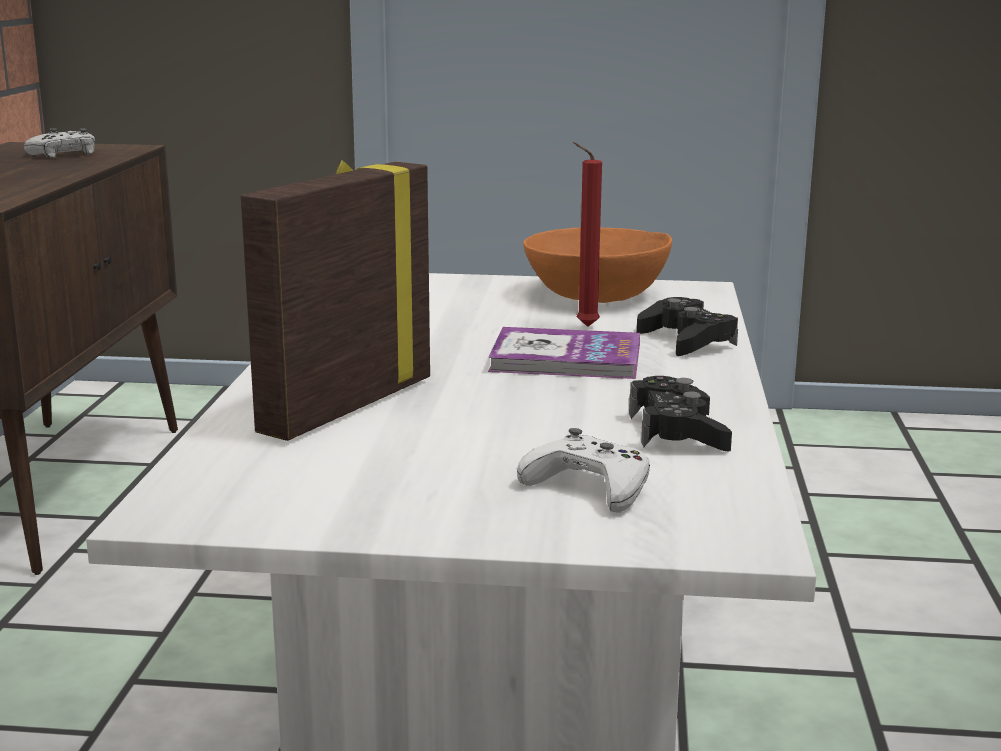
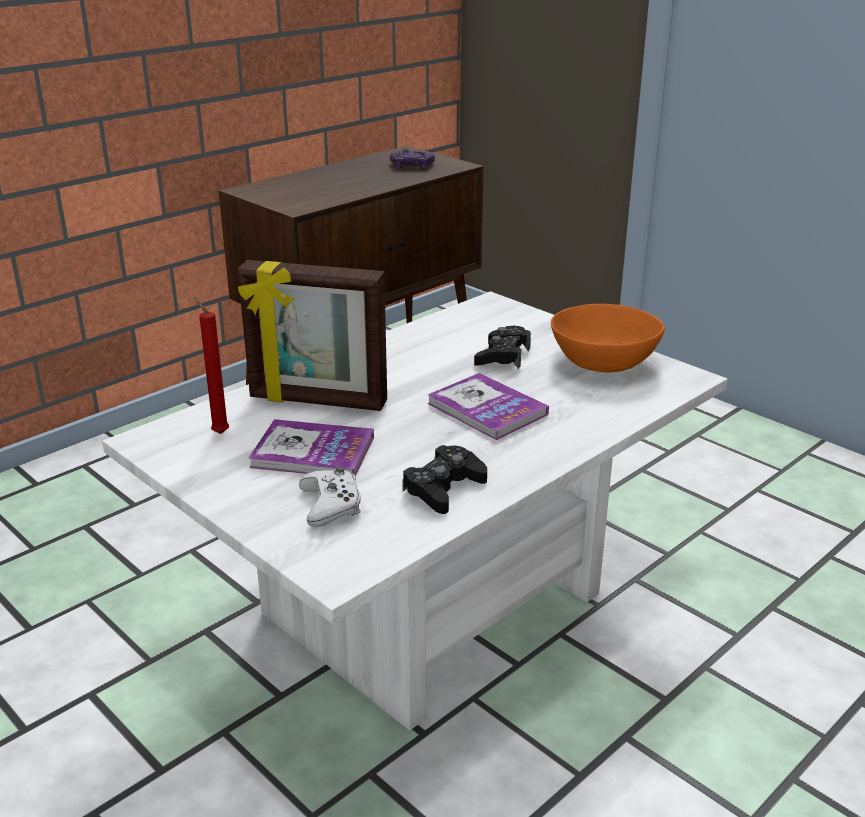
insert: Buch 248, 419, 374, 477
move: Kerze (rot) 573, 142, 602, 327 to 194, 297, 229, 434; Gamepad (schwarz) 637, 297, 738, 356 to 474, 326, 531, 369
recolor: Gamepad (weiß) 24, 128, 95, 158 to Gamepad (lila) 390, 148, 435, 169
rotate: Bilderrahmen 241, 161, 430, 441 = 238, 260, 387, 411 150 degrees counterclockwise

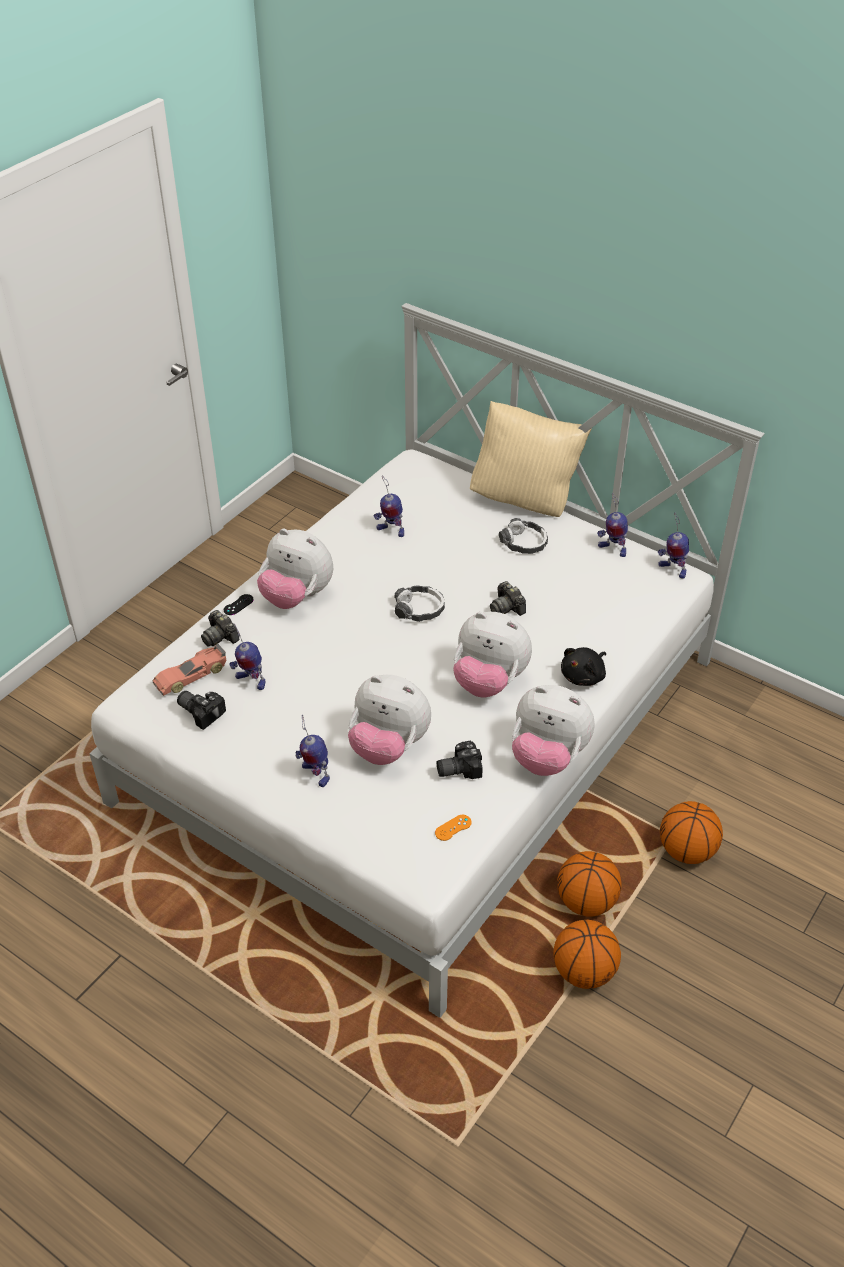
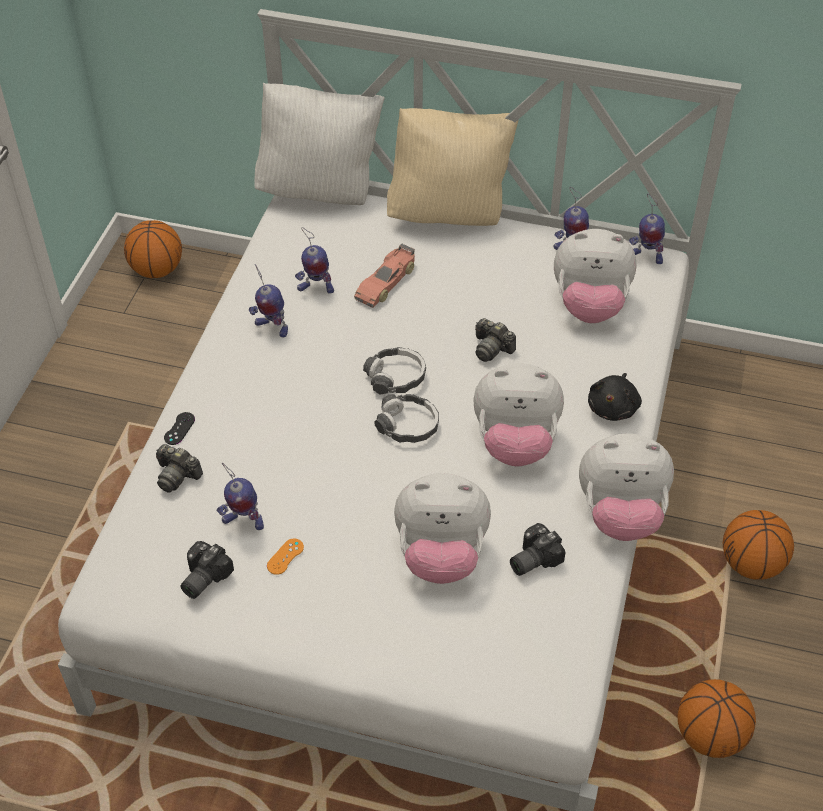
insert: Kissen (weiß) 254, 83, 385, 205
move: Spielzeugauto 153, 644, 226, 696 to 354, 243, 415, 308; Plüschtier 257, 529, 333, 609 to 554, 229, 637, 323; Spielzeugroboter 296, 715, 330, 787 to 249, 264, 288, 337; Gamepad (orange) 435, 815, 472, 841 to 267, 539, 304, 575; Kopfhörer 499, 518, 548, 554 to 374, 394, 439, 443; Basketball 557, 851, 622, 917 to 124, 220, 182, 278
rotate: Kamera 177, 691, 226, 730 = 180, 541, 234, 599 75 degrees counterclockwise

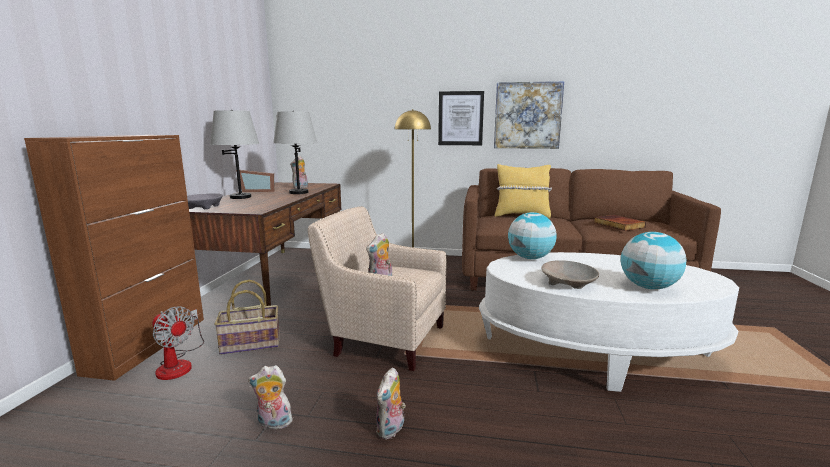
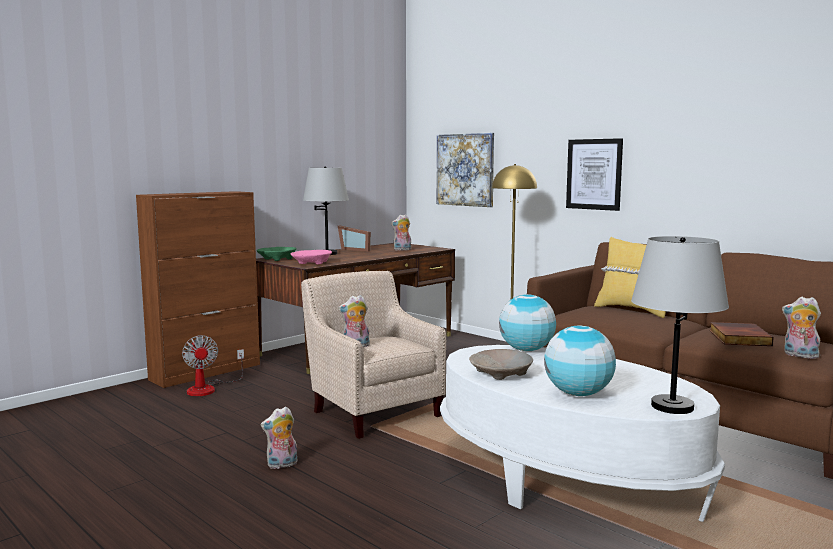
delete: Korb 214, 280, 280, 355
insert: Schüssel (rosa) 291, 250, 332, 265
move: Plüschtier 248, 365, 294, 429 to 782, 297, 821, 359; Tischlampe (grau) 273, 111, 317, 194 to 631, 236, 729, 414; Bild 494, 81, 564, 149 to 437, 133, 494, 207
recolor: Schüssel (grau) 187, 193, 223, 209 to Schüssel (grün) 257, 247, 296, 261

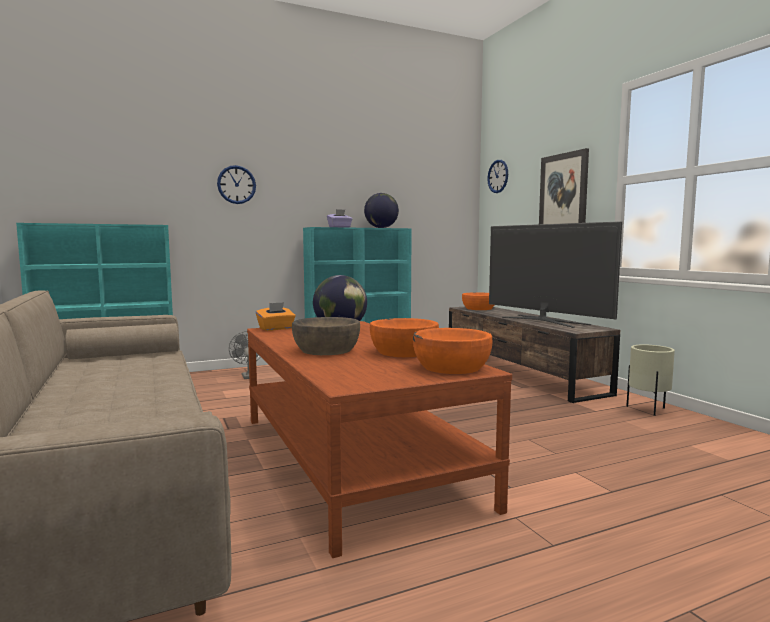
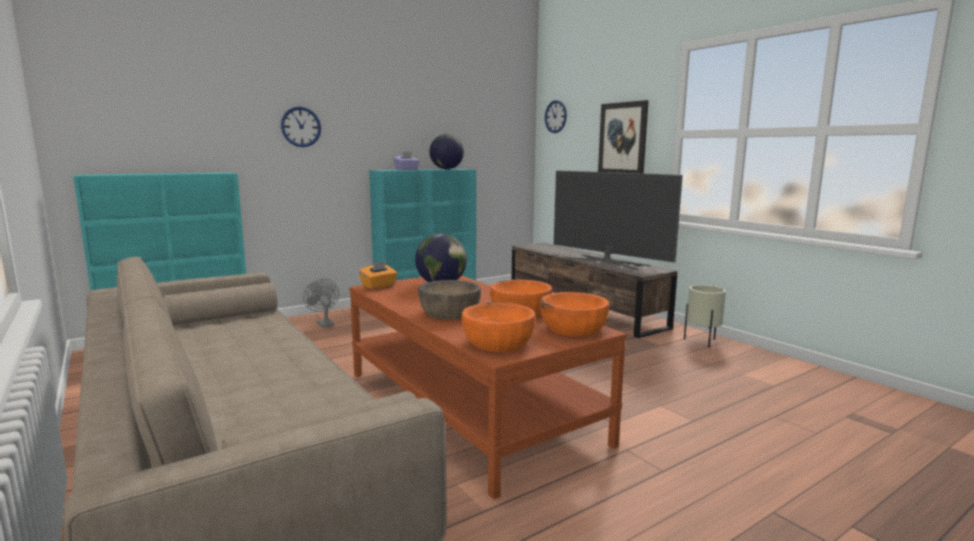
move: Schüssel (orange) 462, 292, 494, 310 to 461, 303, 536, 352

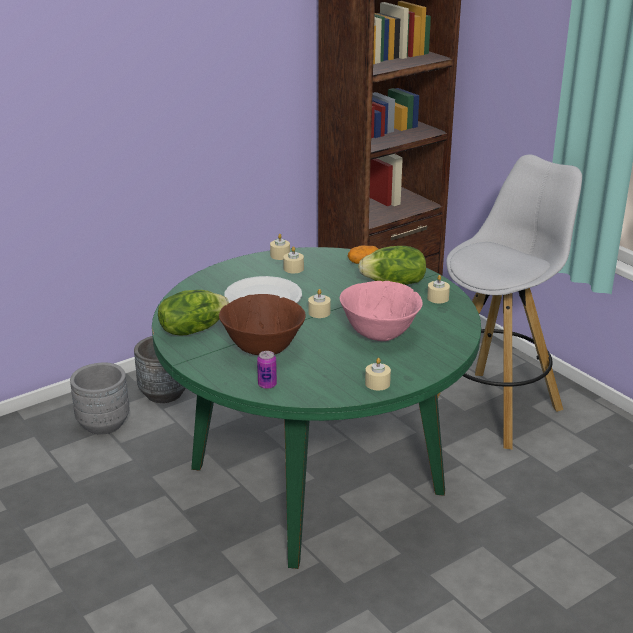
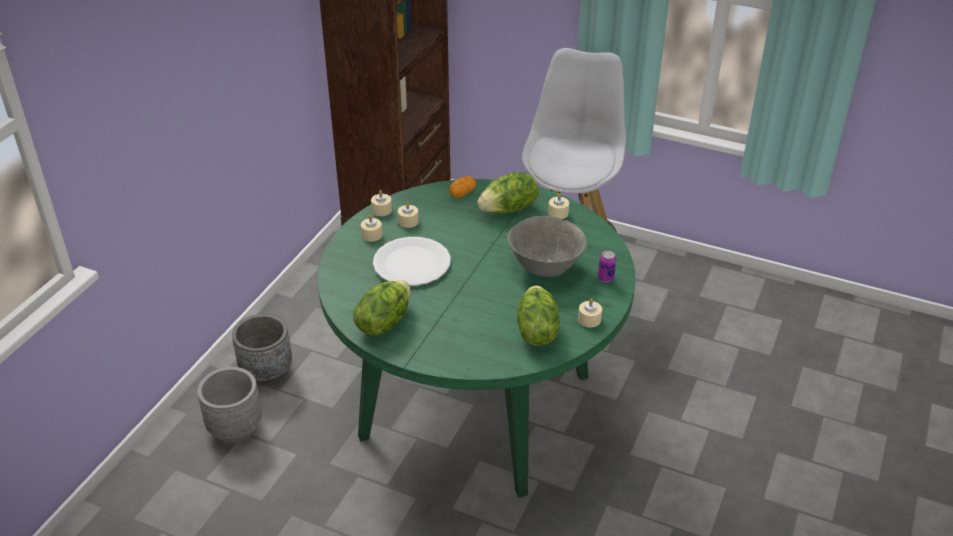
delete: Schüssel (braun) 219, 294, 306, 355
insert: Salatkopf 517, 285, 560, 346
move: Dose 257, 351, 277, 389 to 598, 250, 616, 283; Kerze (beige) 308, 289, 331, 318 to 361, 215, 382, 242
recolor: Schüssel (rosa) 339, 281, 423, 341 to Schüssel (grau) 508, 216, 587, 277

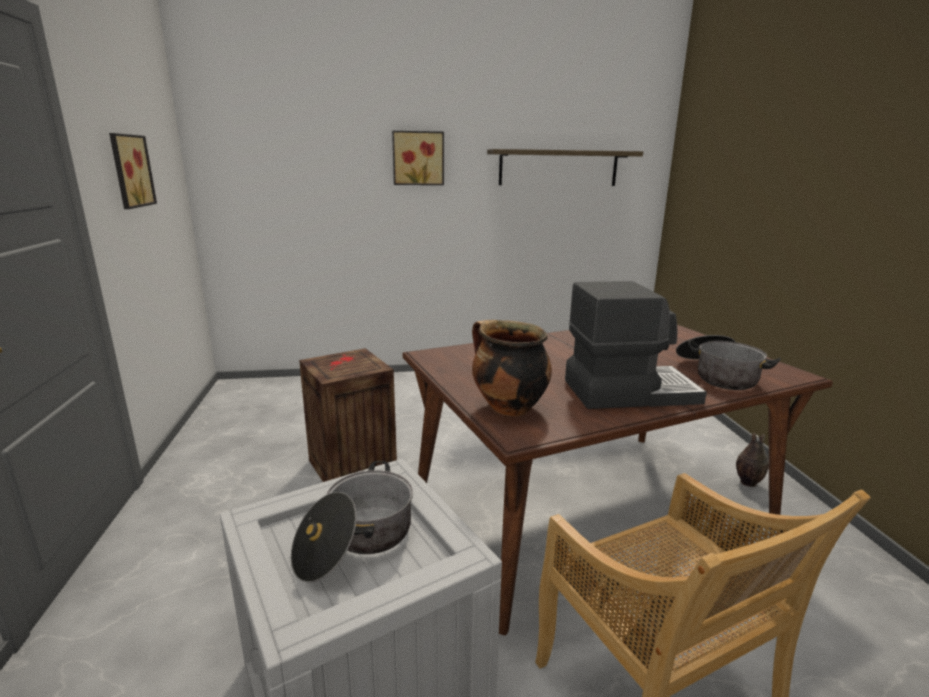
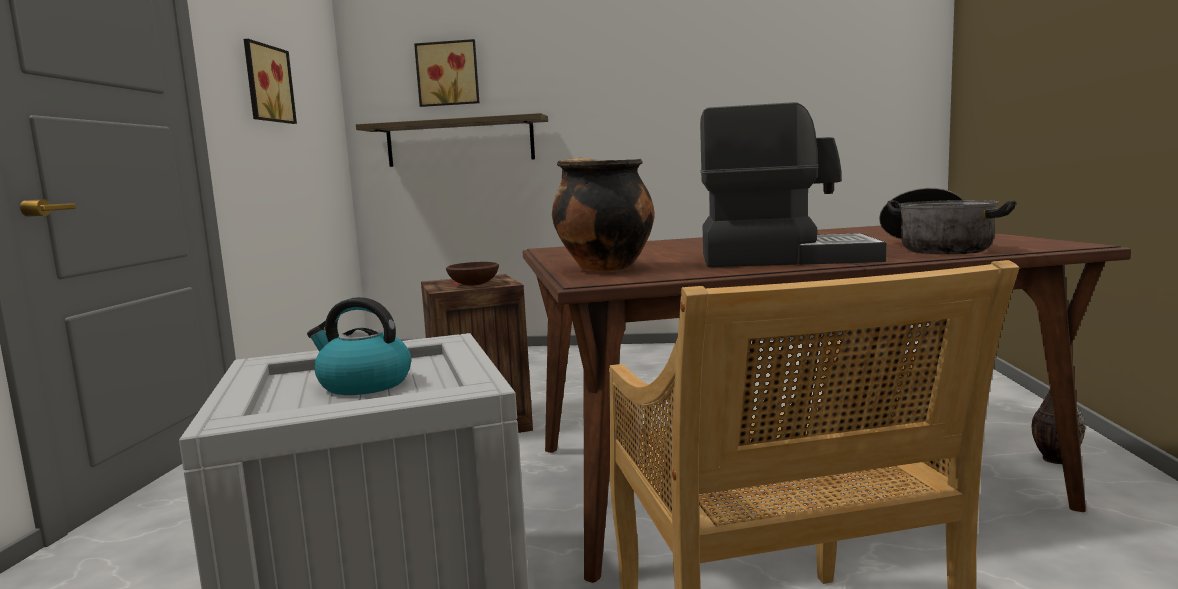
insert: Schüssel (braun) 446, 262, 499, 286
move: Bild 392, 131, 444, 185 to 414, 39, 480, 107; Wandregal 487, 149, 643, 186 to 356, 113, 548, 167
replace: Kochtopf 291, 461, 413, 583 to Wasserkessel 307, 297, 411, 395

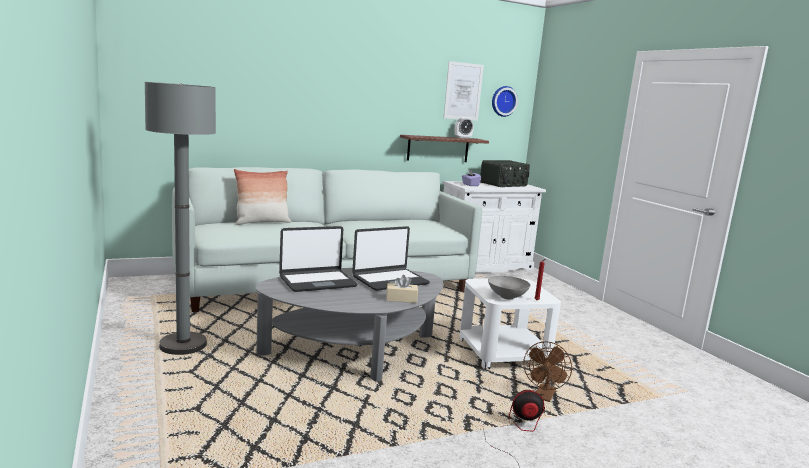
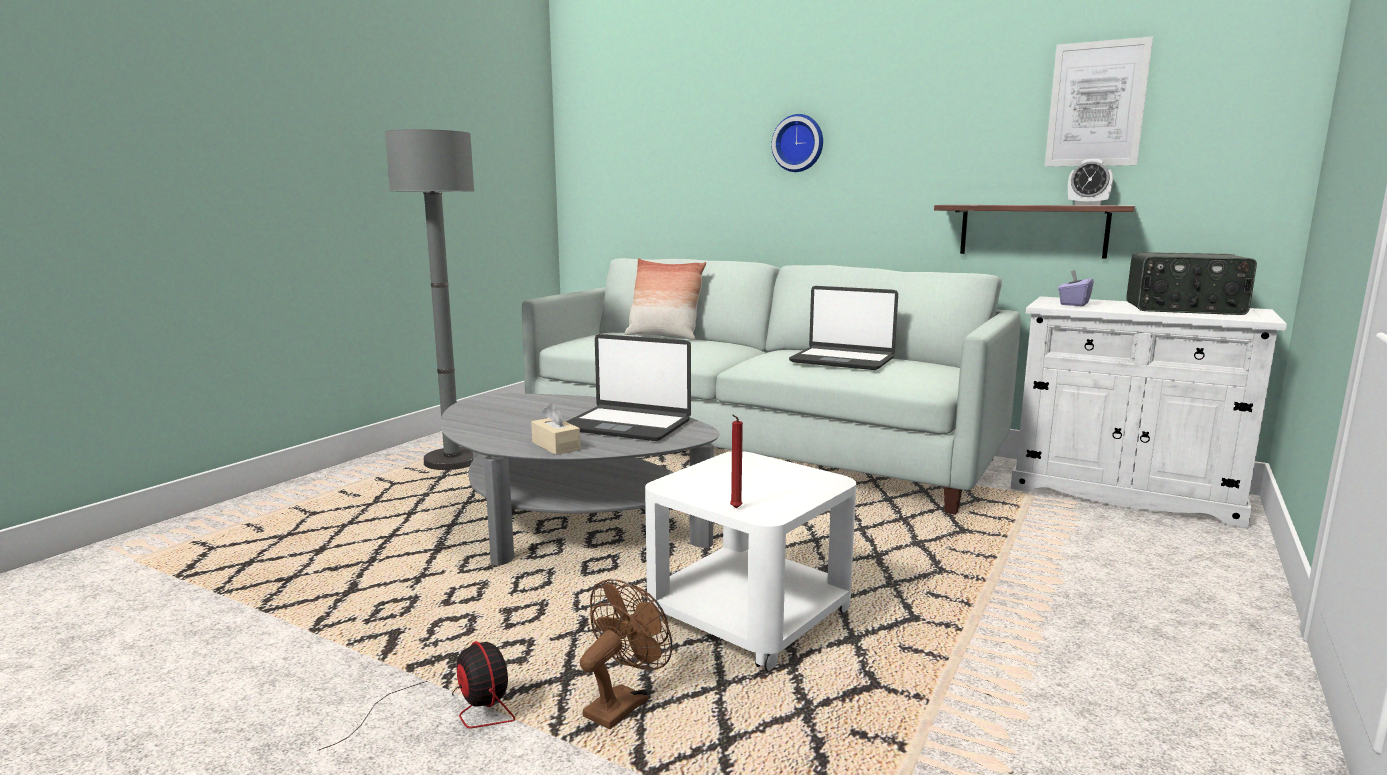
delete: Schüssel (grau) 488, 276, 530, 299
move: Laptop 279, 226, 357, 292 to 789, 286, 898, 370; Wanduhr 492, 86, 518, 117 to 771, 114, 823, 172
rotate: Ventilator (braun) 523, 341, 572, 402 = 580, 579, 673, 729 135 degrees clockwise

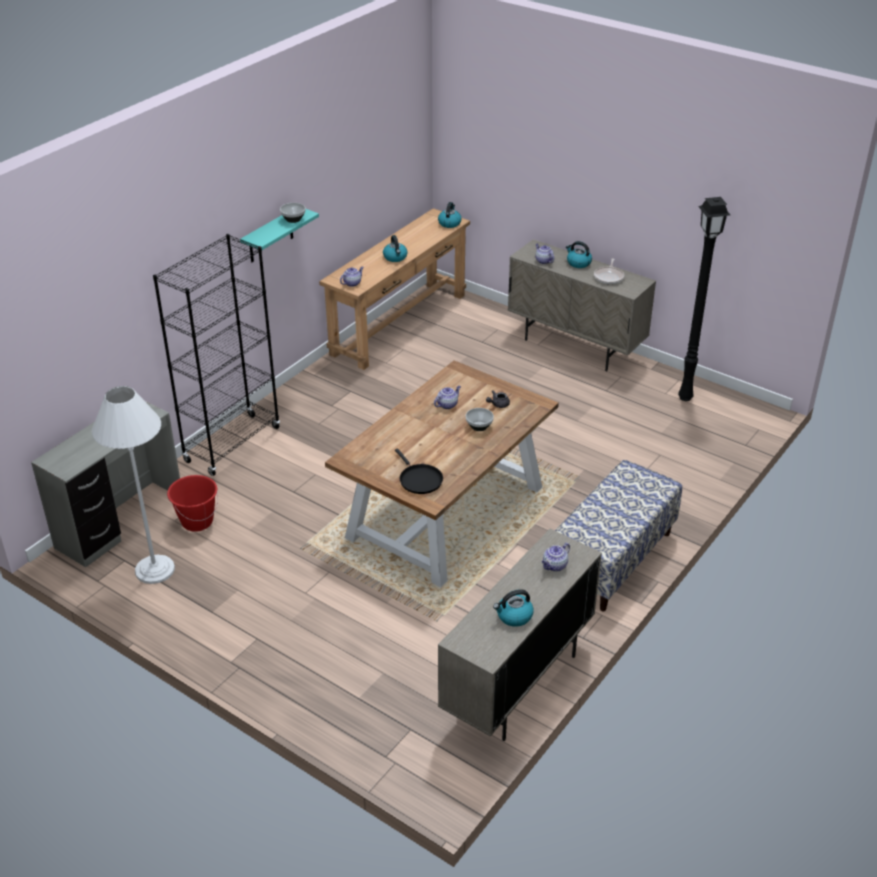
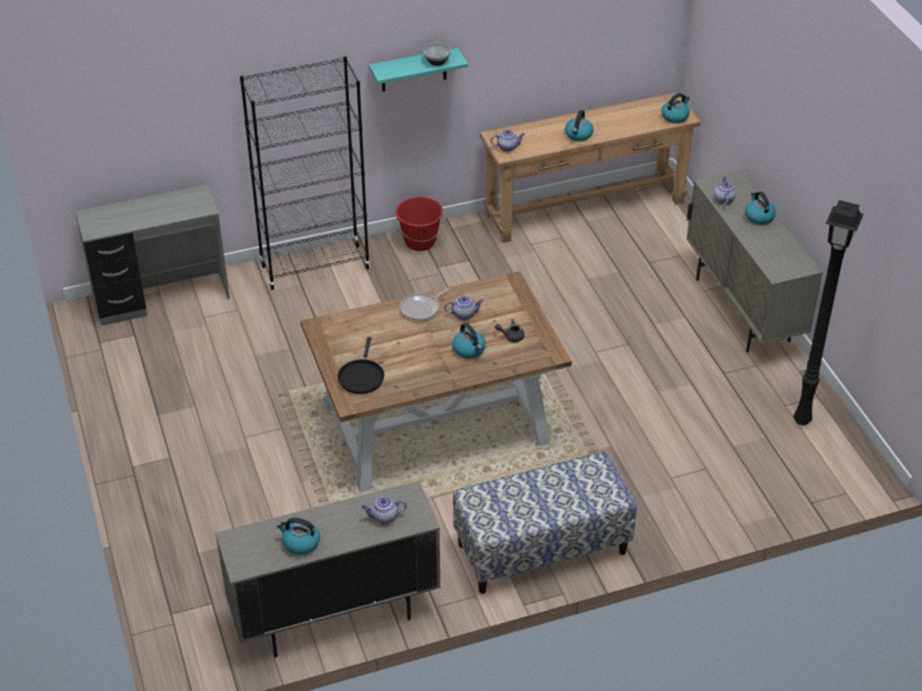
delete: Stehlampe (weiß) 92, 386, 175, 584
move: Eimer (rot) 167, 475, 218, 532 to 396, 197, 444, 251; Pfanne 594, 258, 624, 284 to 400, 287, 450, 321
replace: Schüssel 466, 408, 494, 431 to Wasserkessel 452, 323, 486, 359

